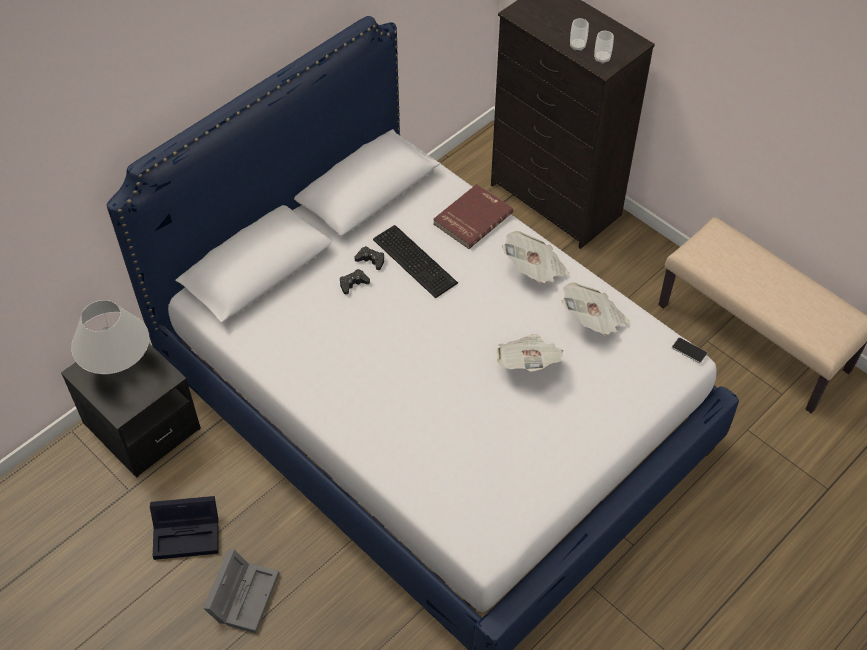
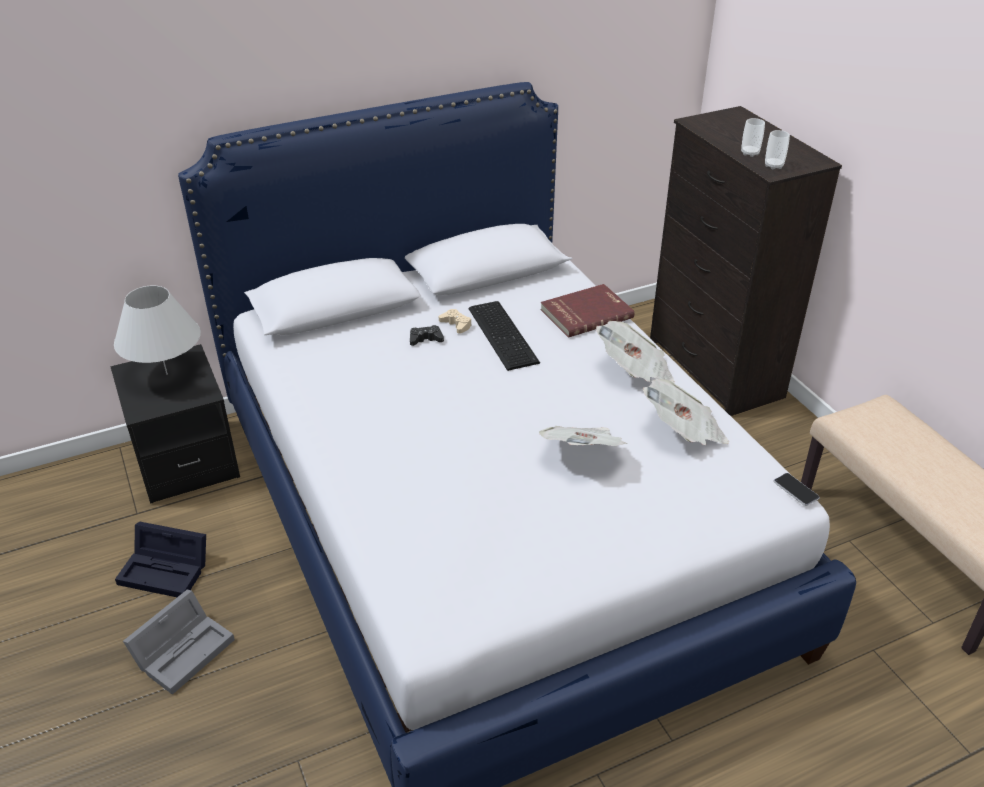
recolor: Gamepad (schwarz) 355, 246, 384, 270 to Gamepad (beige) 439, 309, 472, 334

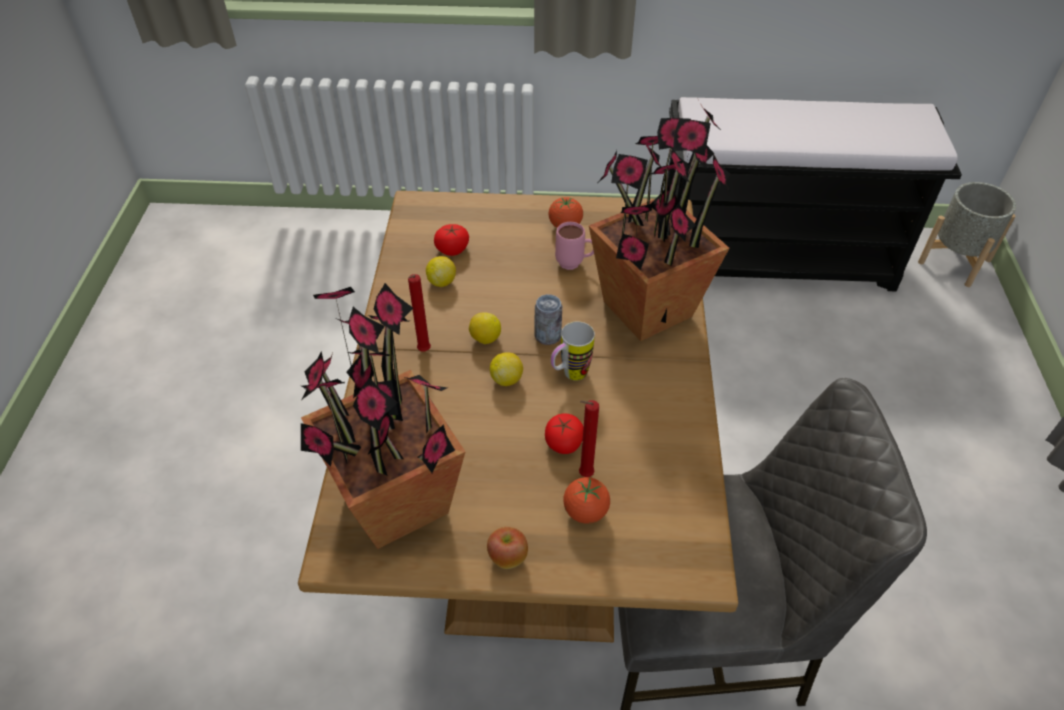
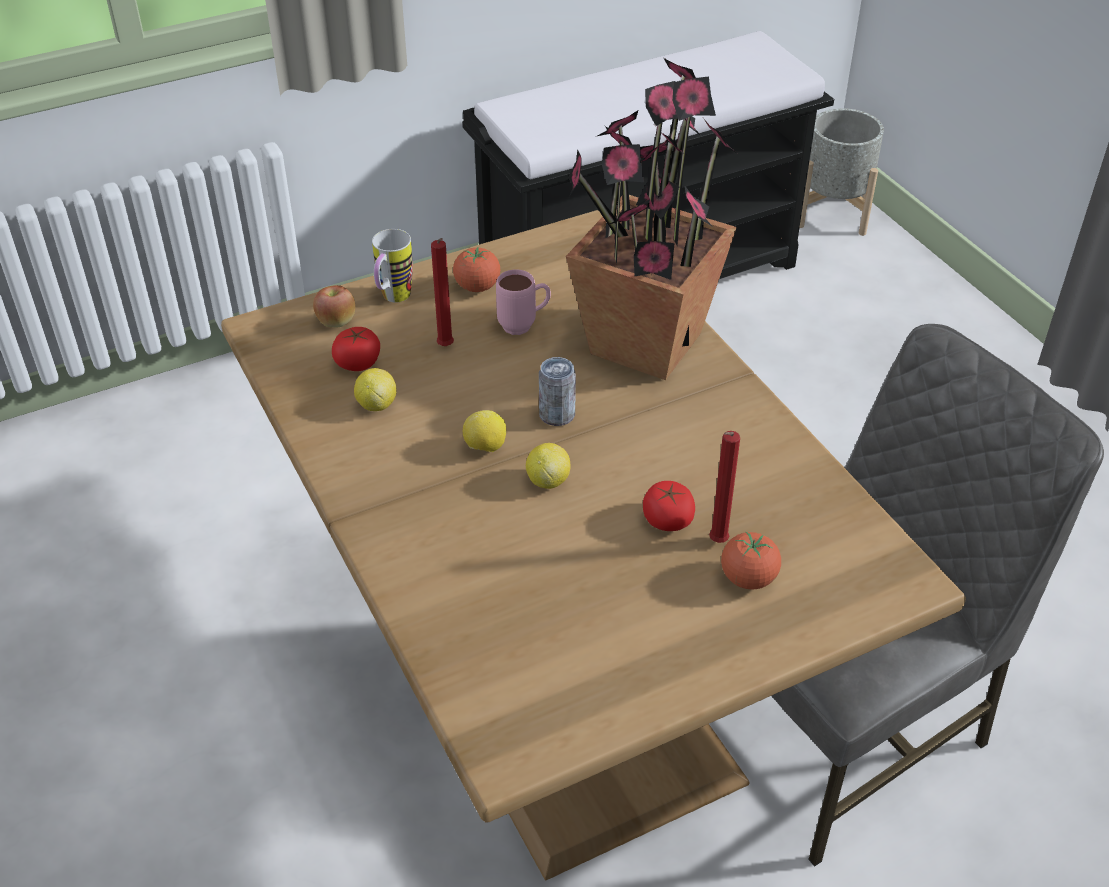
delete: Topfpflanze 301, 283, 465, 549
move: Kerze (rot) 408, 274, 431, 351 to 431, 238, 454, 346; Apfel 487, 527, 528, 569 to 313, 285, 355, 327; Henkelbecher 551, 321, 595, 381 to 372, 229, 413, 302

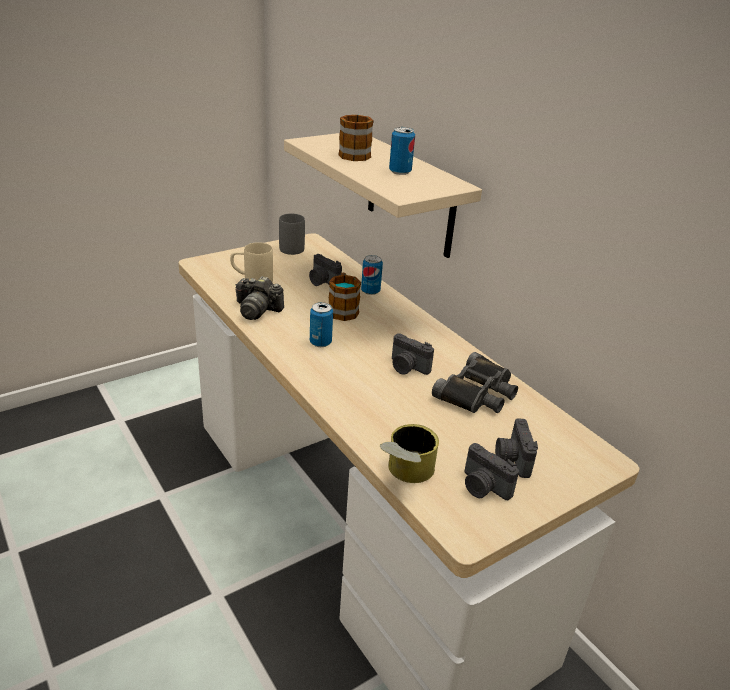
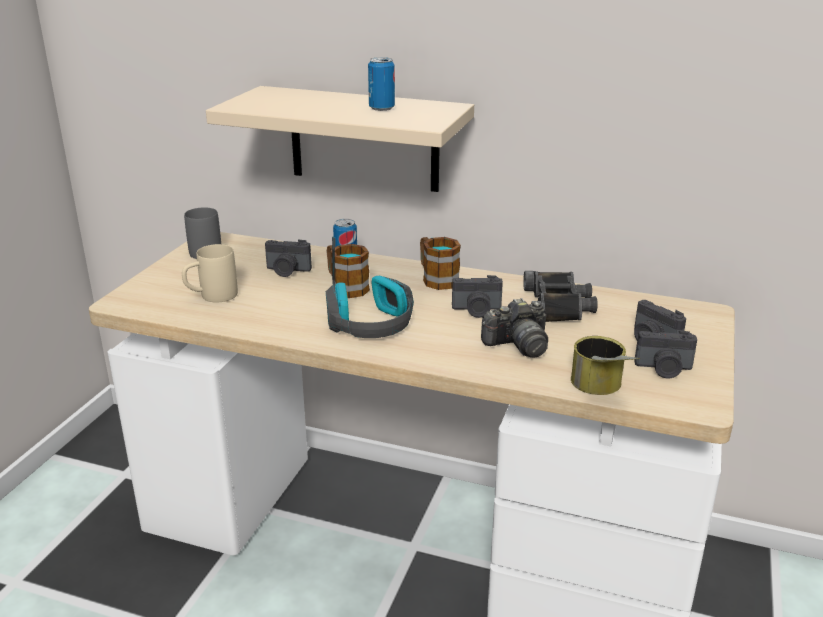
move: Kamera 235, 276, 284, 320 to 481, 298, 548, 358; Henkelbecher 338, 115, 374, 161 to 420, 237, 461, 290
replace: Dose 310, 302, 333, 347 to Kopfhörer 326, 236, 414, 338

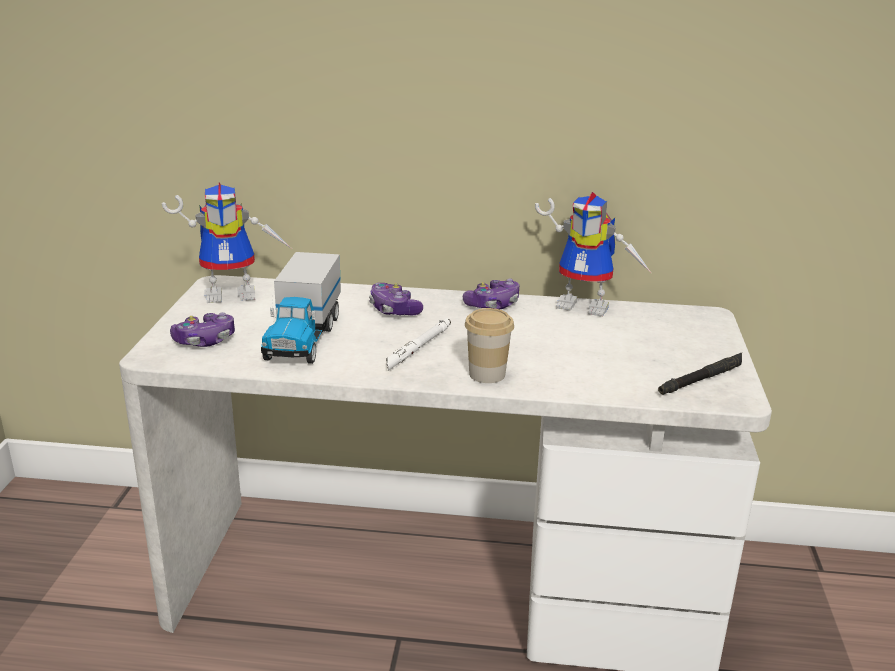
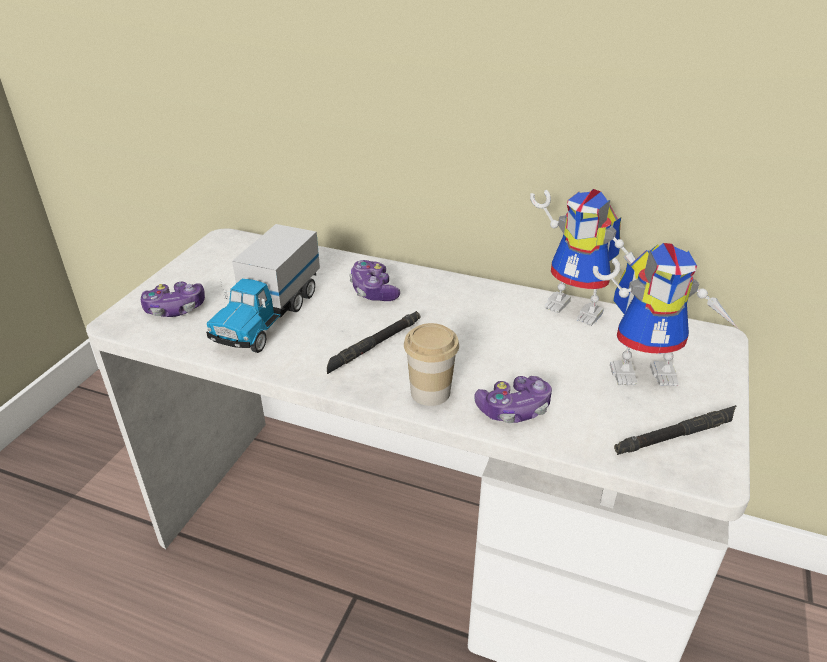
move: Spielzeugroboter 162, 182, 291, 303 to 593, 243, 737, 386; Gamepad 463, 278, 519, 309 to 474, 376, 552, 423
recolor: Taschenlampe (weiß) 386, 318, 451, 371 to Taschenlampe (schwarz) 327, 311, 420, 374

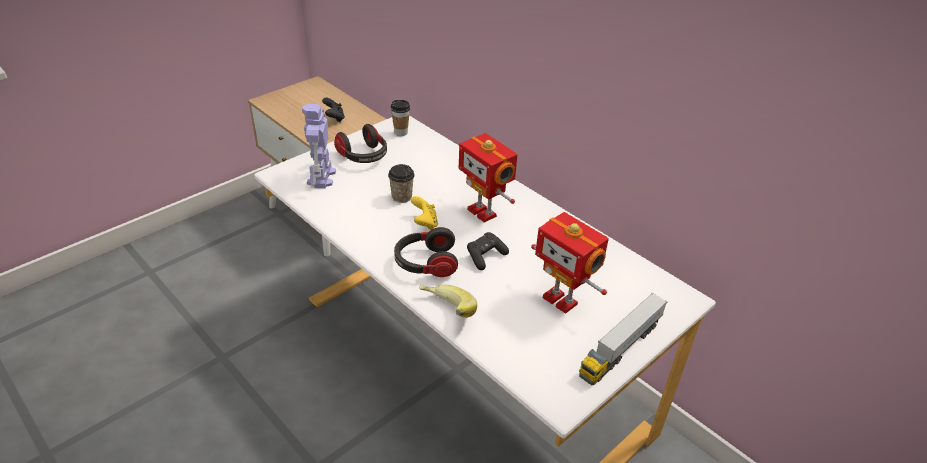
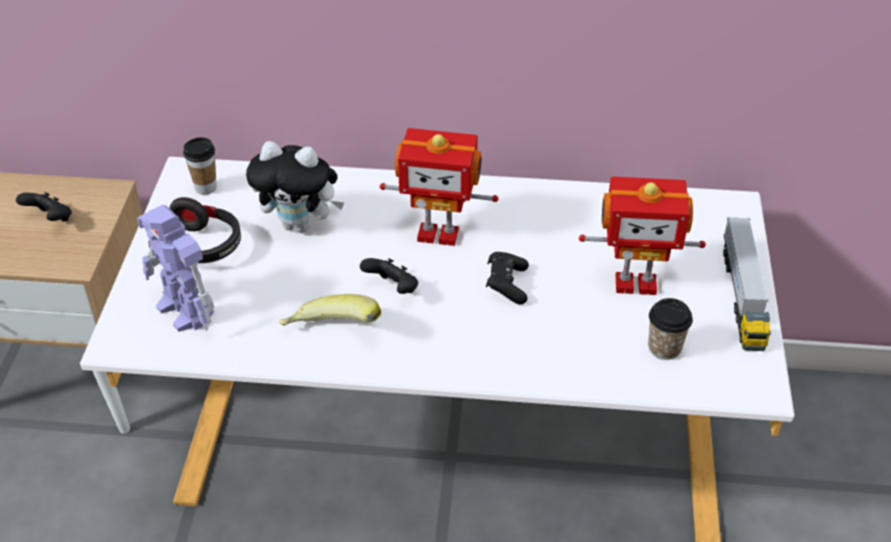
delete: Kopfhörer 394, 227, 458, 277
insert: Plüschtier 246, 141, 344, 233
move: Tasse 388, 164, 415, 203 to 648, 298, 693, 360; Banane 419, 285, 477, 318 to 279, 294, 381, 326
recolor: Gamepad (gelb) 411, 196, 438, 230 to Gamepad (schwarz) 360, 258, 418, 294

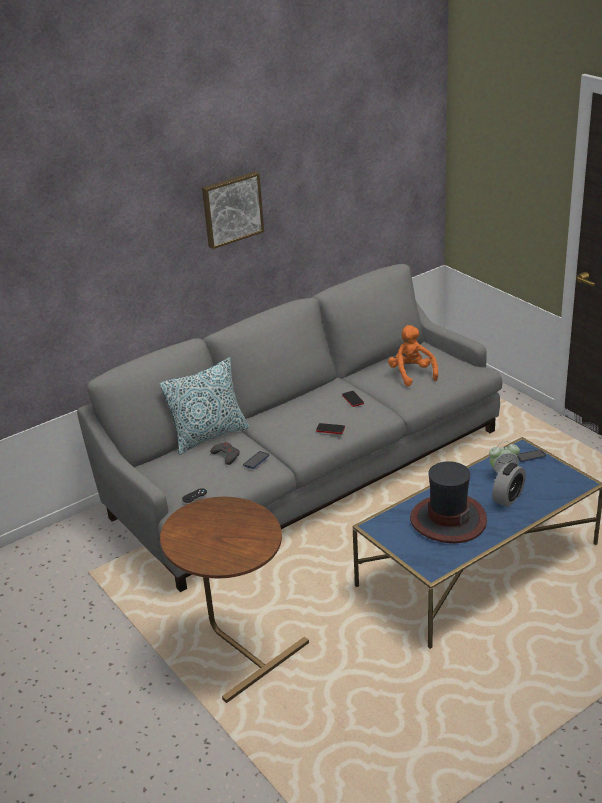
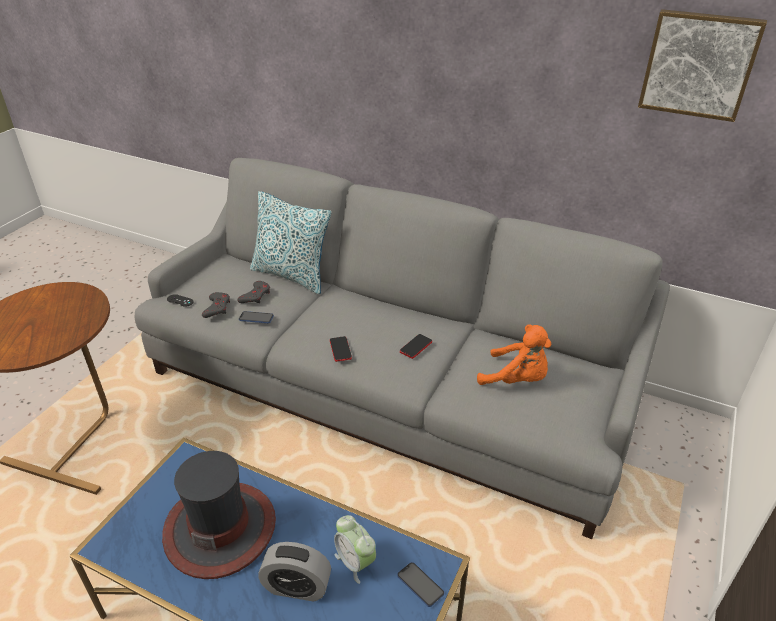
insert: Gamepad (grau) 202, 292, 230, 318
move: Bild 202, 172, 264, 249 to 638, 9, 767, 122
rotate: Plüschtier (orange) 388, 325, 438, 386 = 477, 325, 551, 385 75 degrees clockwise

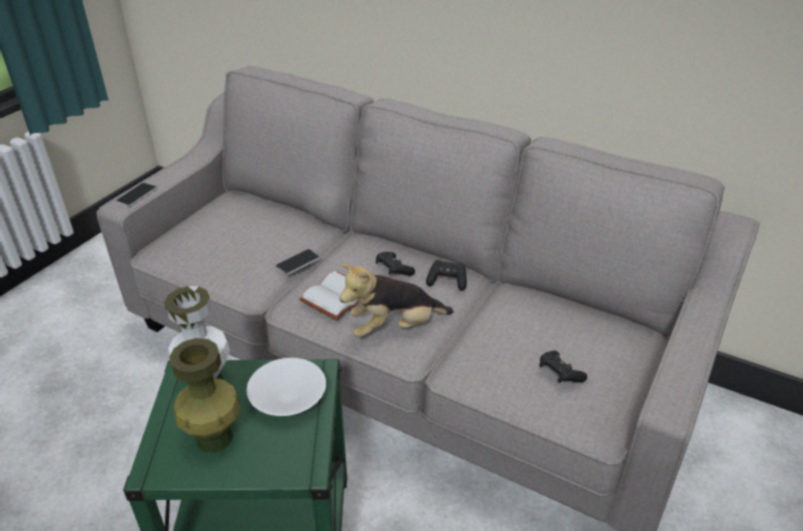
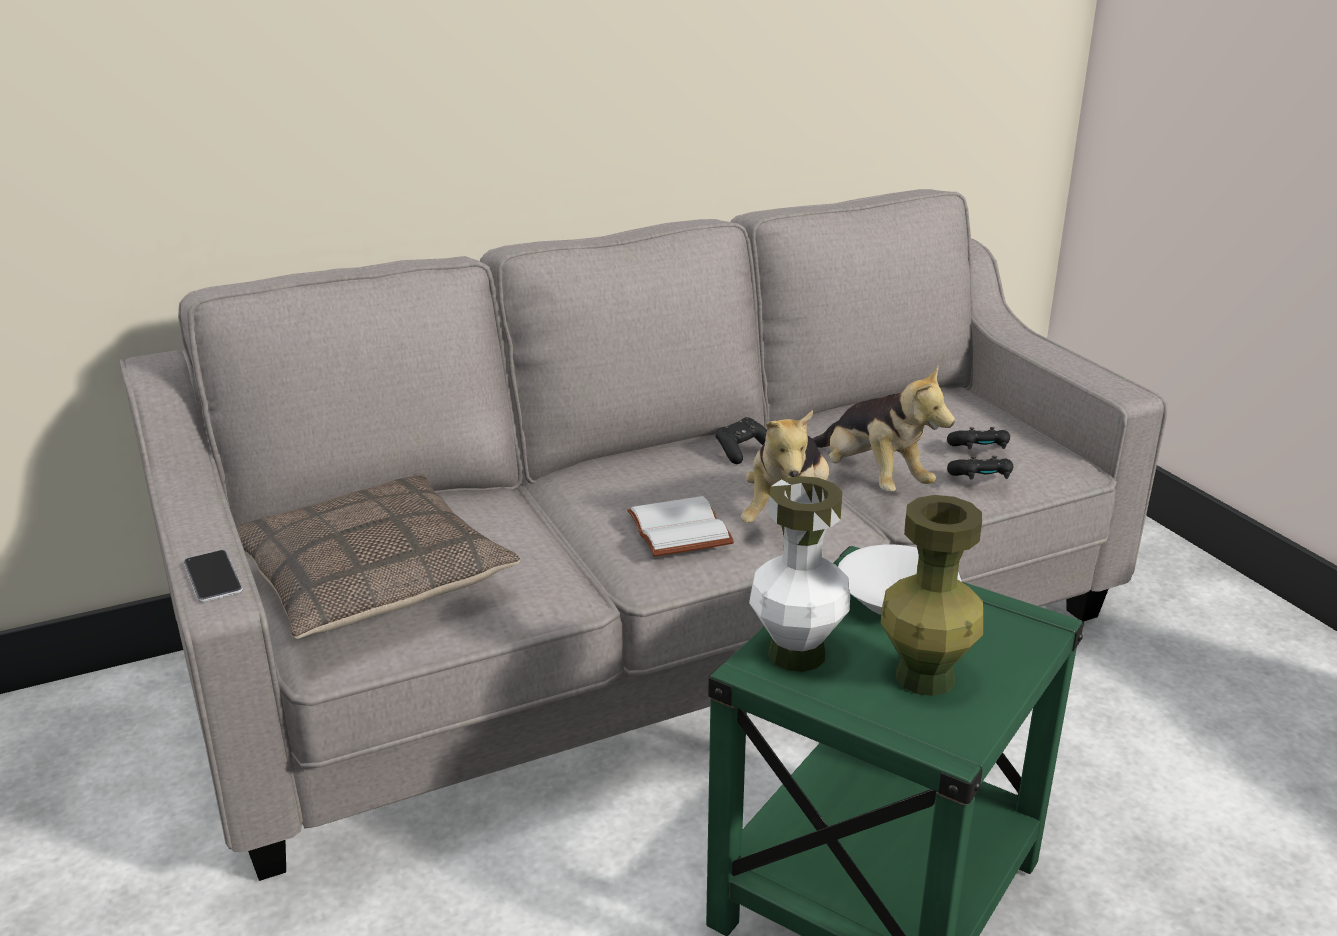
delete: Handy 276, 249, 320, 275
insert: Kissen 236, 474, 520, 639; Plüschtier 812, 365, 955, 492
move: Gamepad (schwarz) 376, 252, 415, 276 to 947, 456, 1013, 480

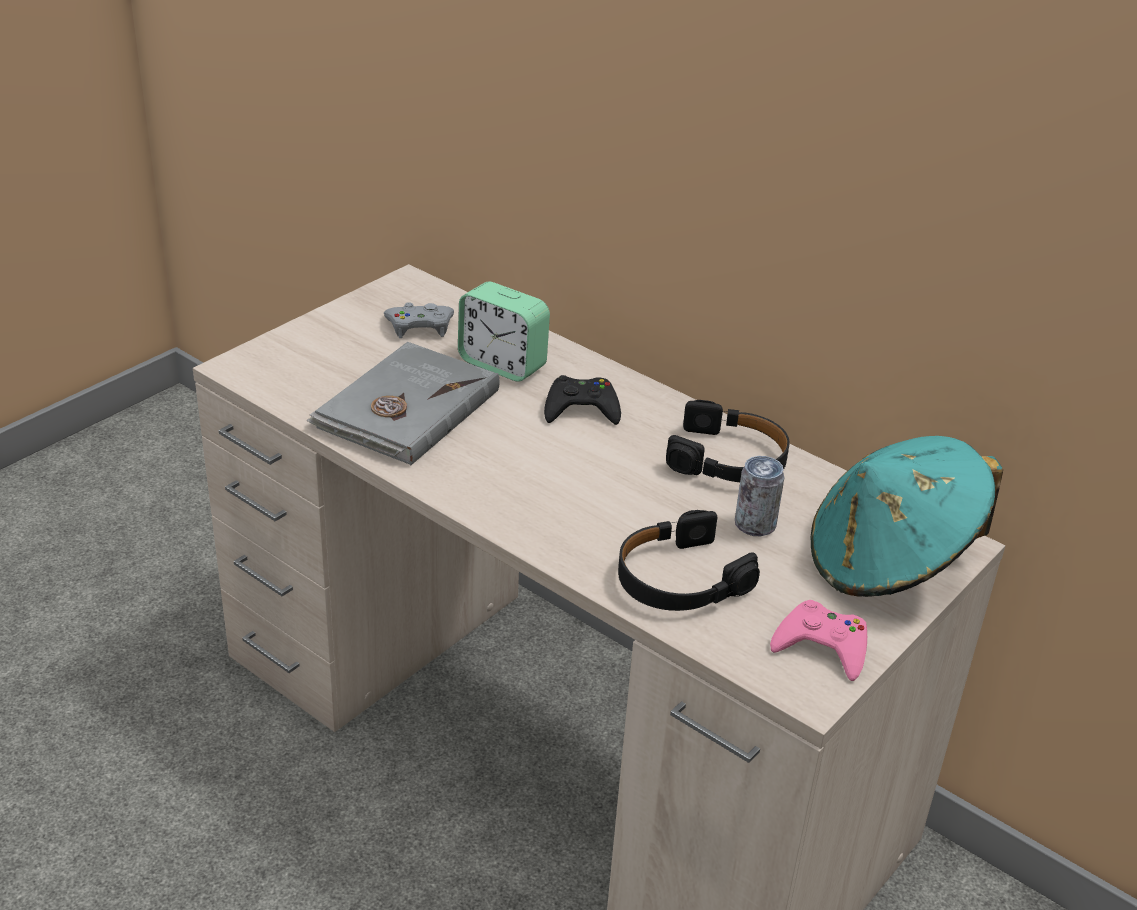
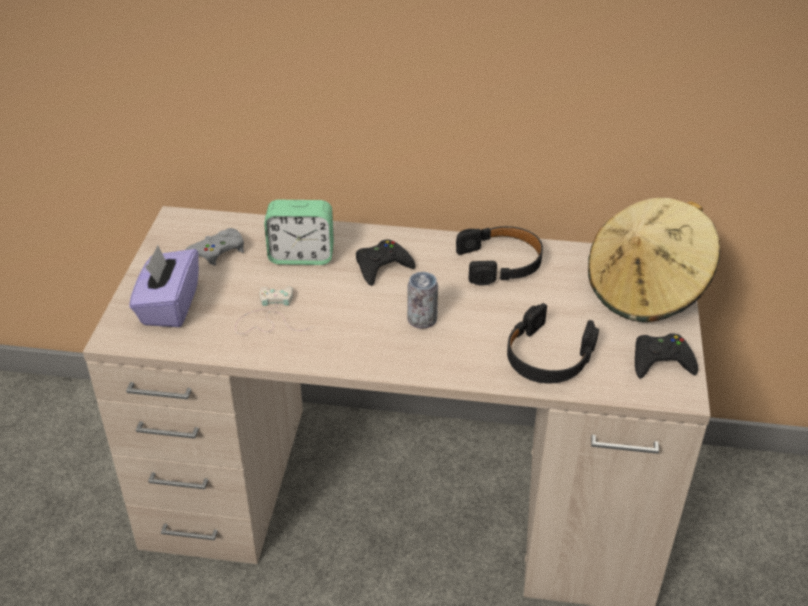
insert: Taschentuchbox (lila) 129, 245, 199, 327
move: Dose 735, 456, 785, 536 to 407, 272, 438, 329
replace: Buch (grau) 307, 342, 500, 465 to Gamepad (weiß) 235, 287, 313, 334
recolor: Gamepad (rosa) 770, 600, 867, 681 to Gamepad (schwarz) 635, 333, 698, 379; Hut (türkis) 811, 436, 1003, 597 to Hut (beige) 588, 198, 720, 323

